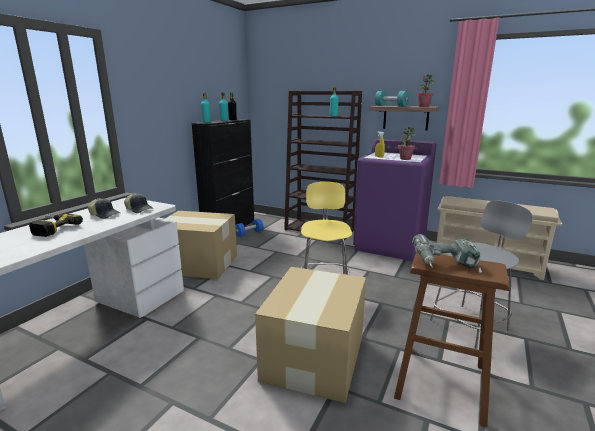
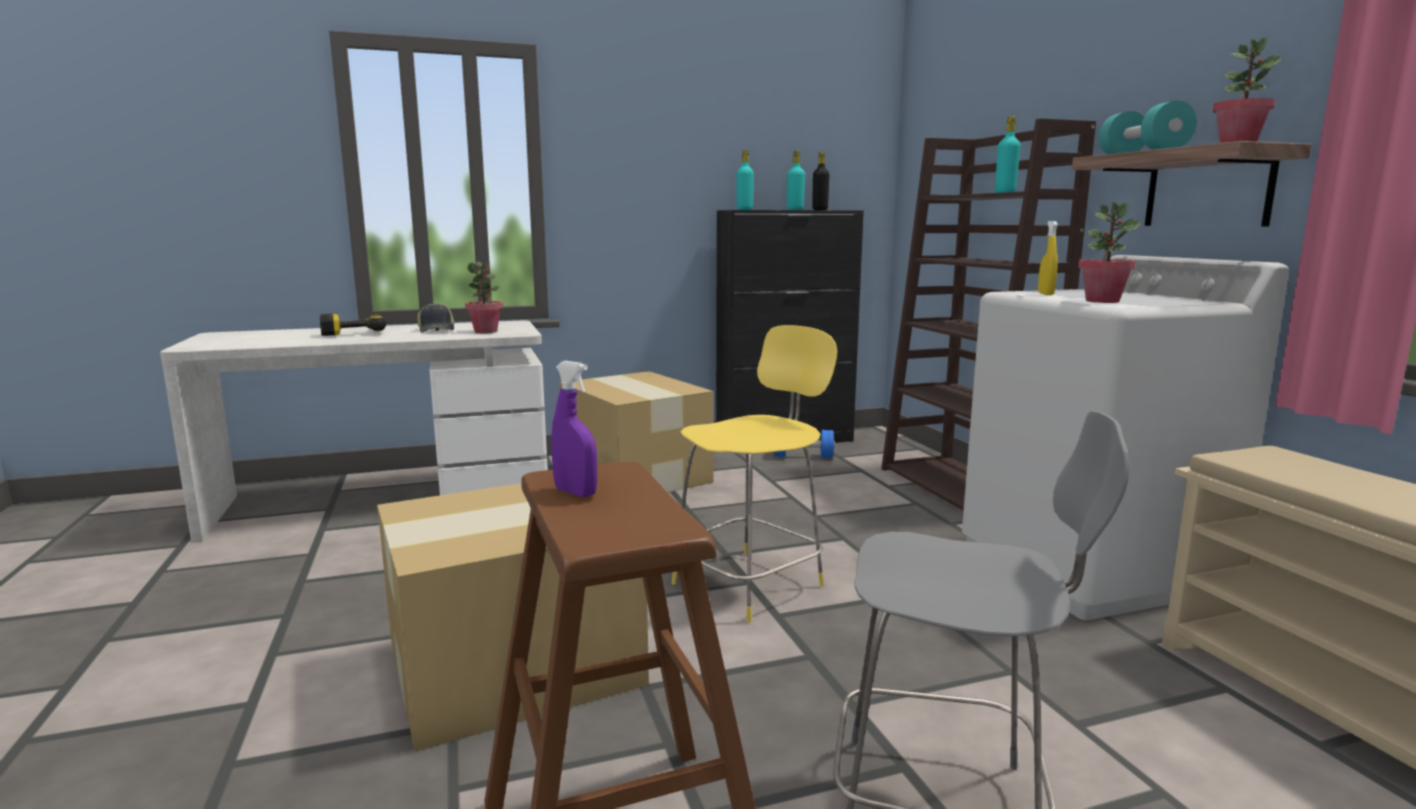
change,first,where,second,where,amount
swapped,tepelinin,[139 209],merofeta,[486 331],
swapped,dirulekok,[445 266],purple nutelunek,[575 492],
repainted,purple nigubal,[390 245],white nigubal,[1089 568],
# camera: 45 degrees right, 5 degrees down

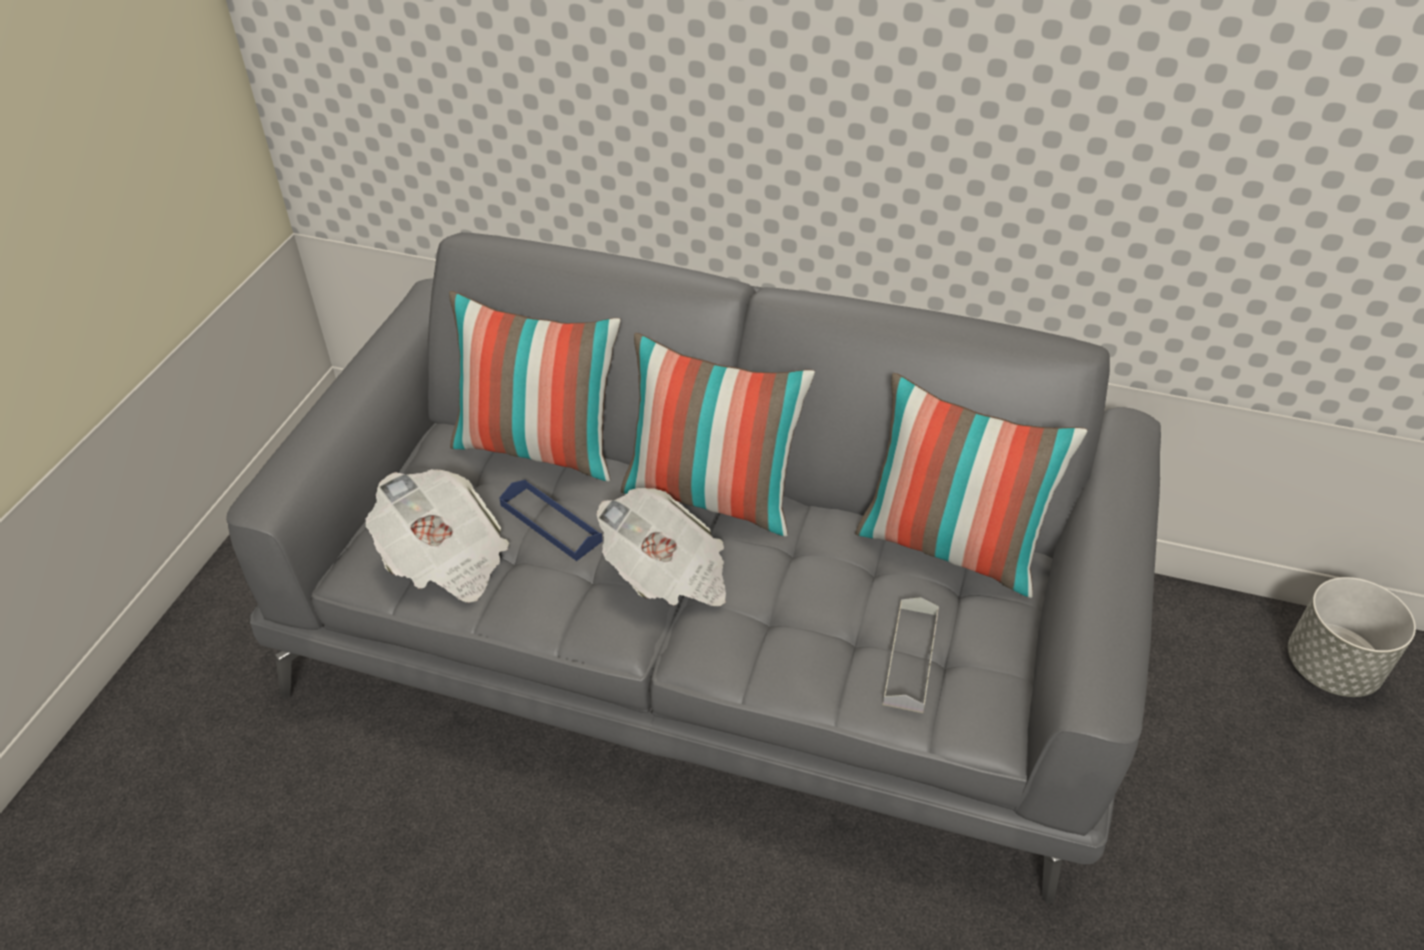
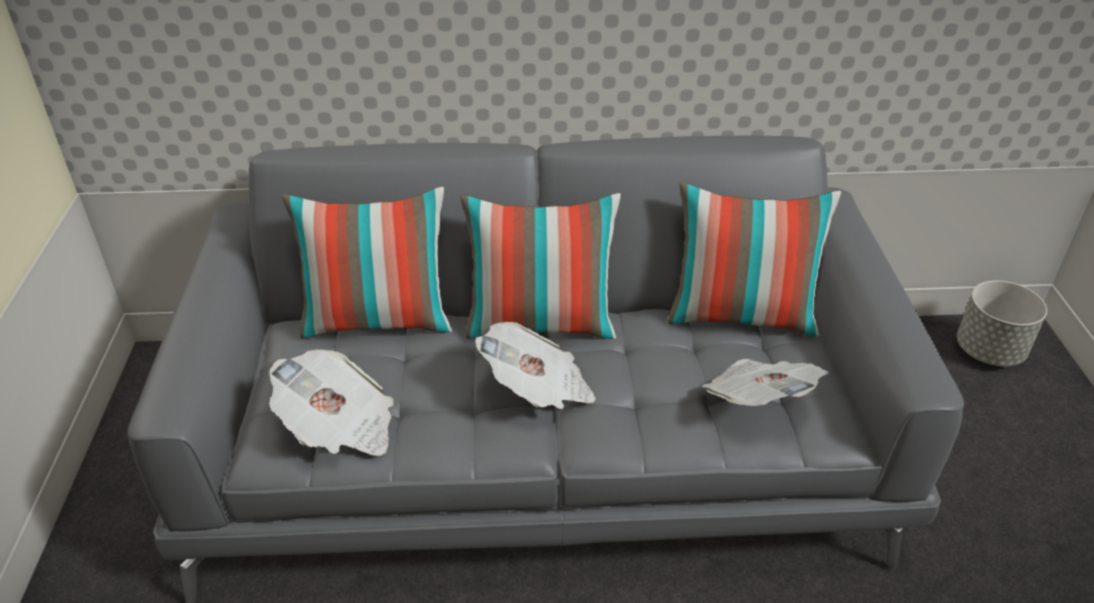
change,first,where,second,where,amount
swapped,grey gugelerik,[910 658],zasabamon,[758 401],
gone,blue gugelerik,[550 523],,,
# camera: 20 degrees left, 5 degrees down

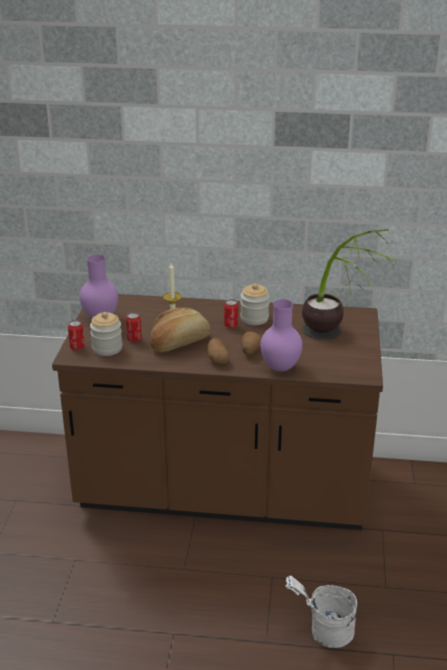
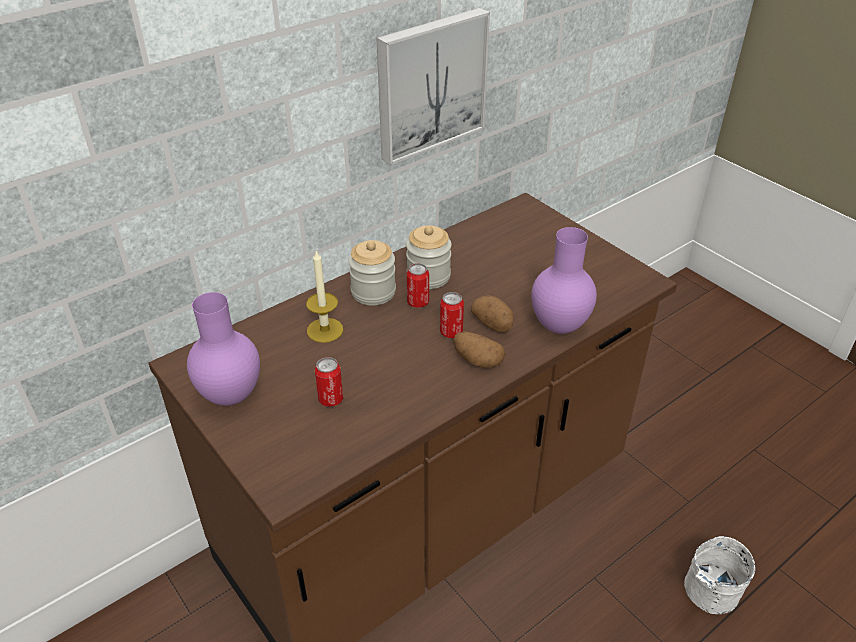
change,first,where,second,where,amount
shifted,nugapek,[107 348],,[373 292],
new,,,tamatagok,[429 84],
shifted,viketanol,[77 347],,[451 332],
gone,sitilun,[180 343],,,
gone,merofeta,[336 340],,,
# camera: 45 degrees left, 10 degrees up

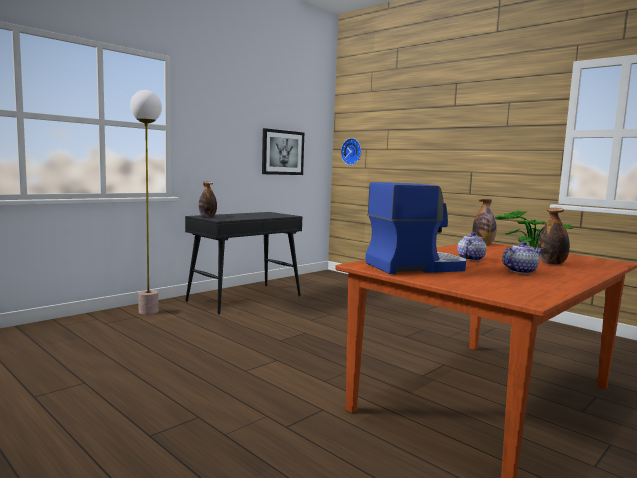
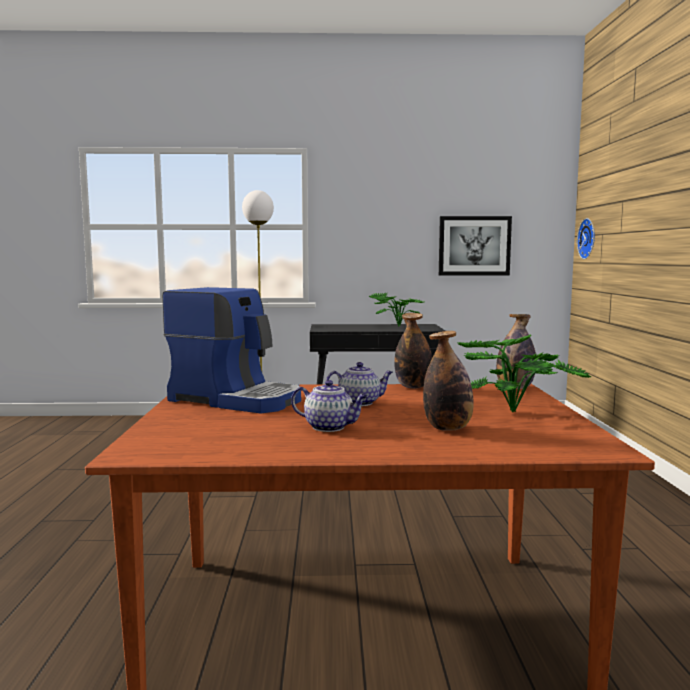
change,first,where,second,where,amount
new,,,merofeta,[395 326],
shifted,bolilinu,[207 216],,[413 387],
# camera: 45 degrees right, 0 degrees up

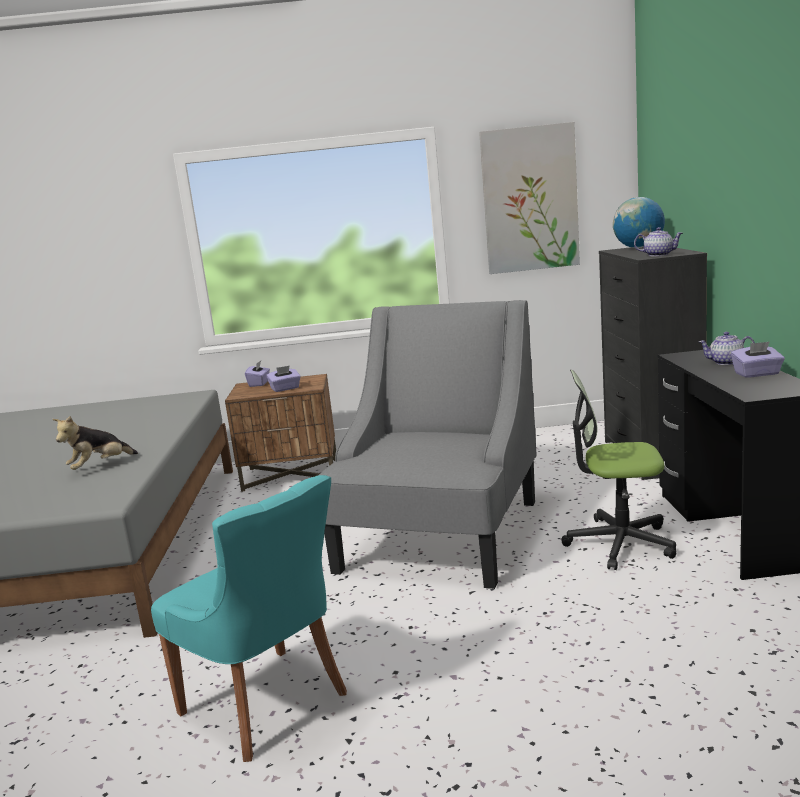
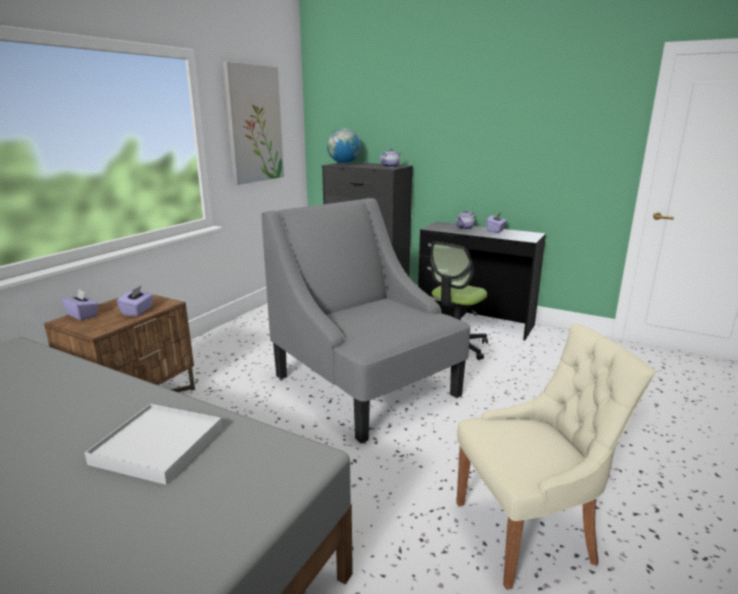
change,first,where,second,where,amount
swapped,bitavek,[99 467],white gugelerik,[158 446],
repainted,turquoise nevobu,[268 705],beige nevobu,[529 531],
# camera: 60 degrees left, 5 degrees up

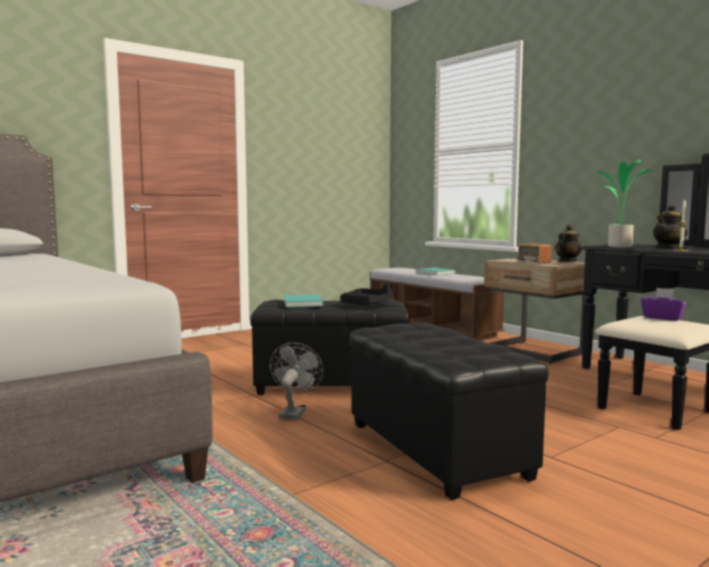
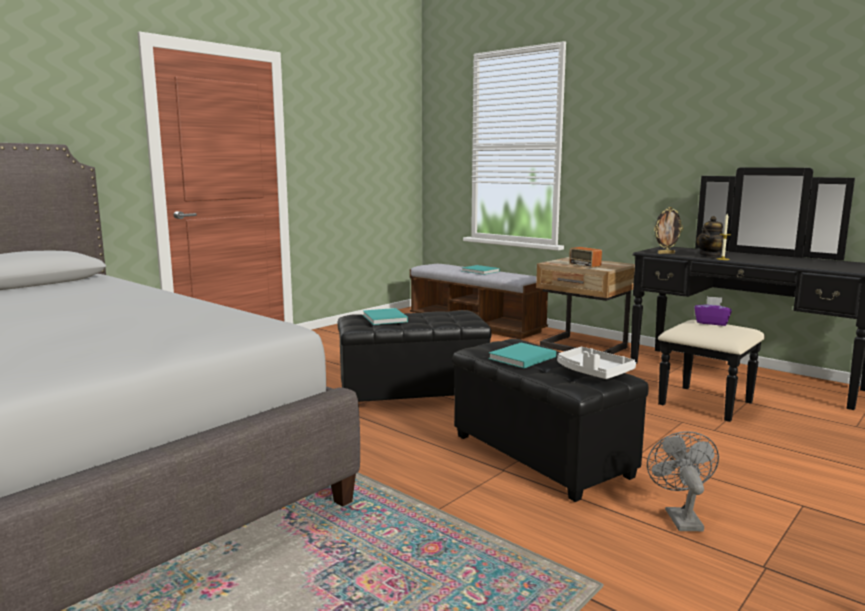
change,first,where,second,where,amount
new,,,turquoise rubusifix,[521 358],
new,,,white gugelerik,[593 372],
shifted,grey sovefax,[294 412],,[680 517],
swapped,merofeta,[619 246],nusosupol,[666 253],
gone,black gugelerik,[368 304],,,
gone,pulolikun,[567 261],,,
# camera: 10 degrees left, 5 degrees up

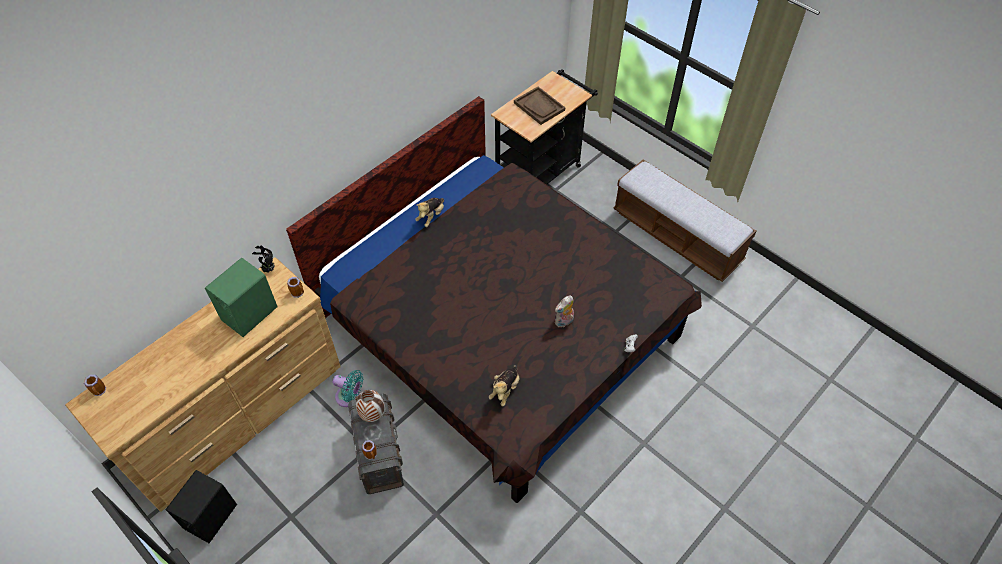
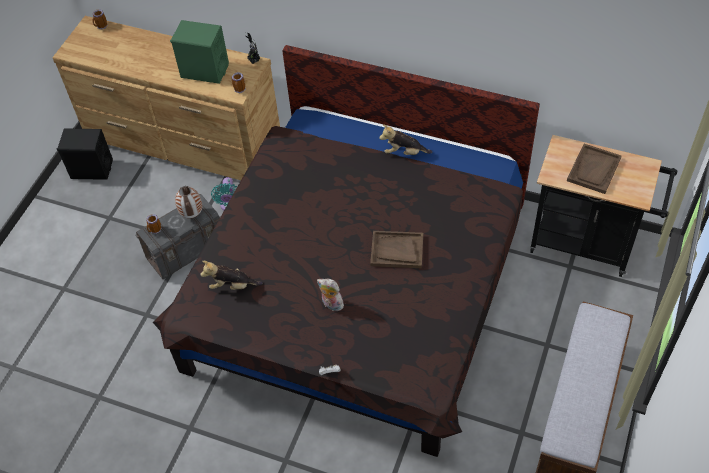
change,first,where,second,where,amount
new,,,brown gugelerik,[396 250],
# camera: 70 degrees right, 0 degrees up

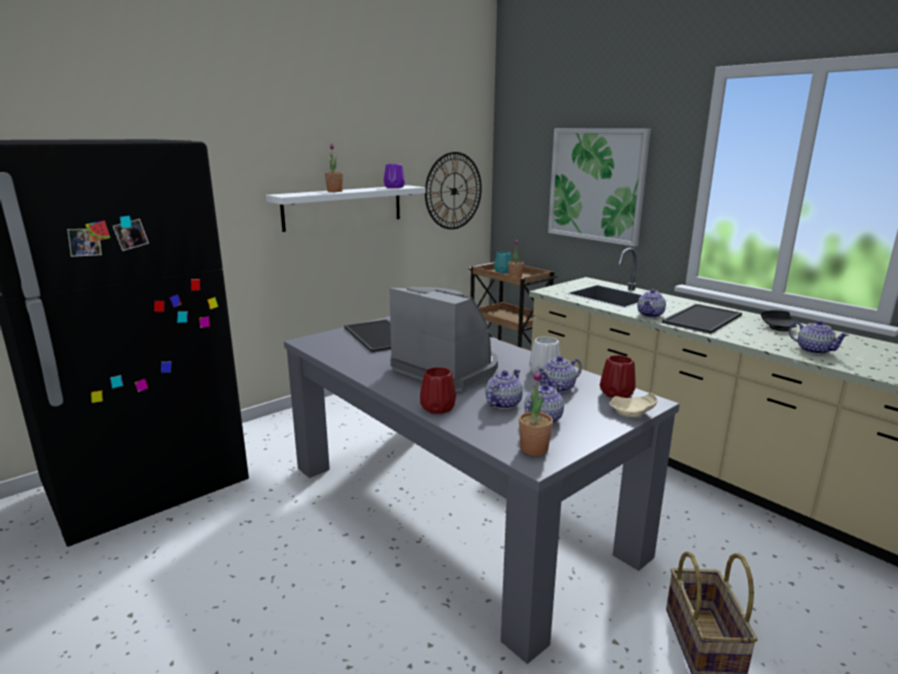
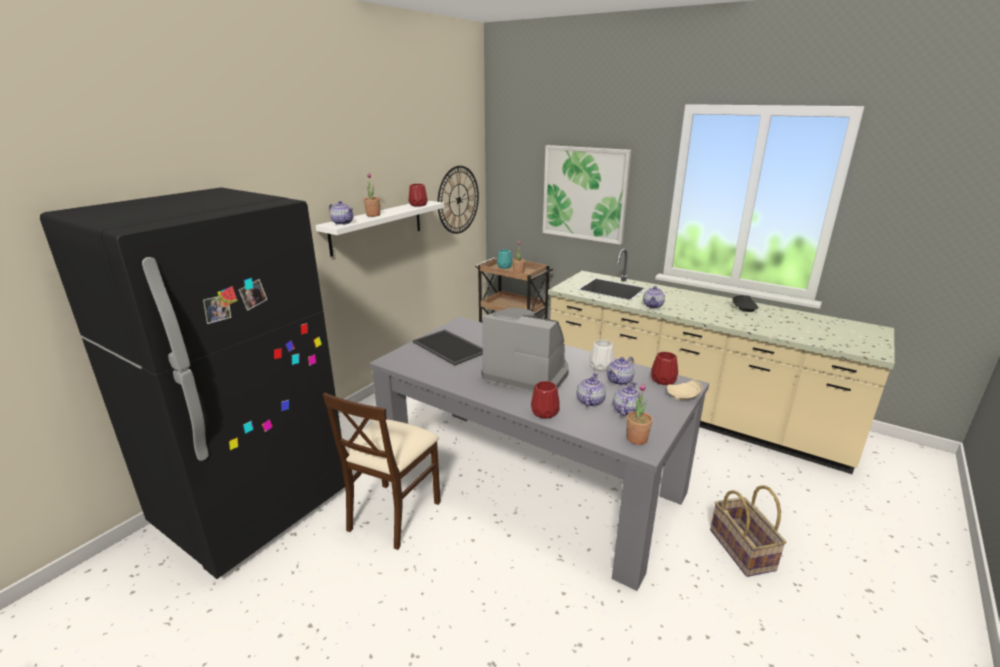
change,first,where,second,where,amount
new,,,beige nevobu,[393 514],
shifted,pulolikun,[813 350],,[342 223],
repainted,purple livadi,[394 187],red livadi,[418 205],
gone,gugelerik,[703 319],,,
# camera: 15 degrees left, 5 degrees up

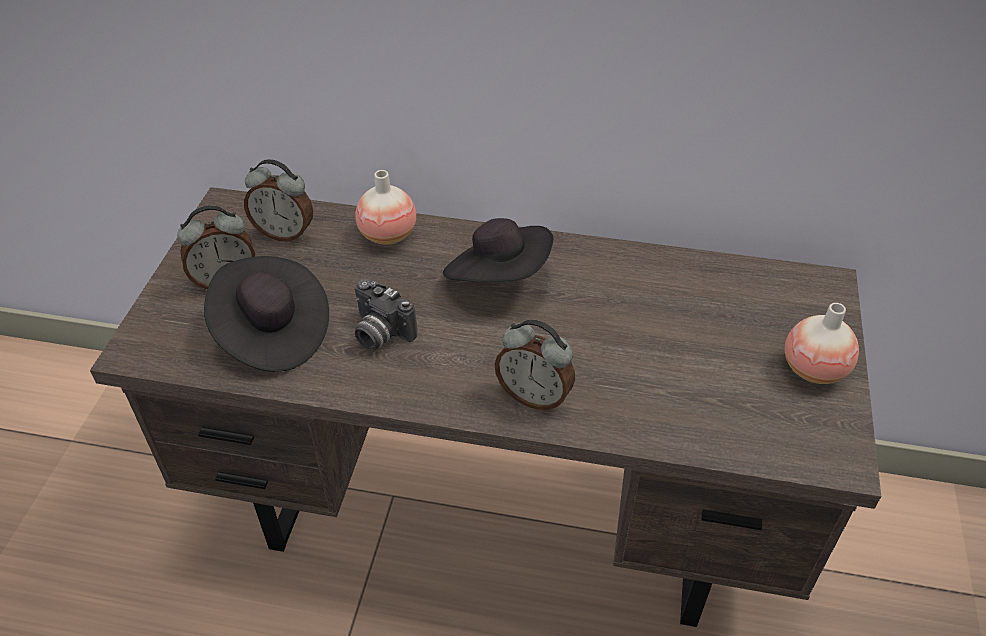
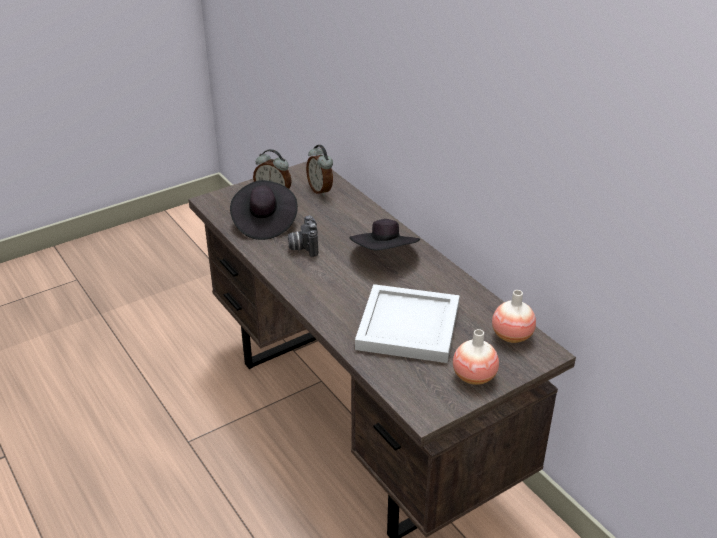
change,first,where,second,where,amount
new,,,white gugelerik,[406 327],
shifted,livadi,[388 235],,[512 336],
gone,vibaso,[534 396],,,
# camera: 45 degrees right, 10 degrees down

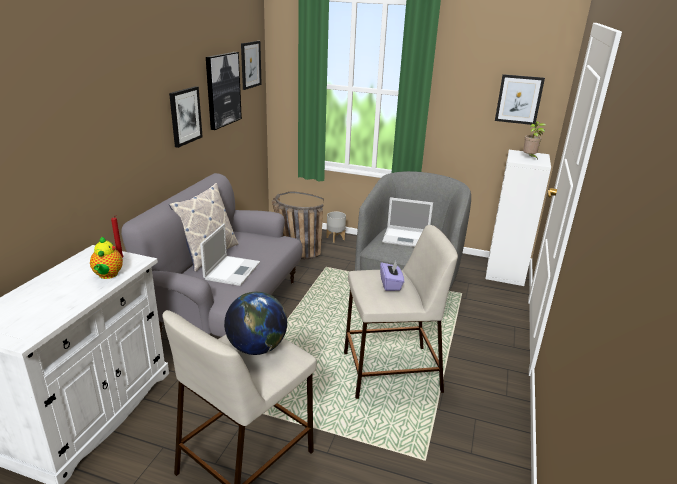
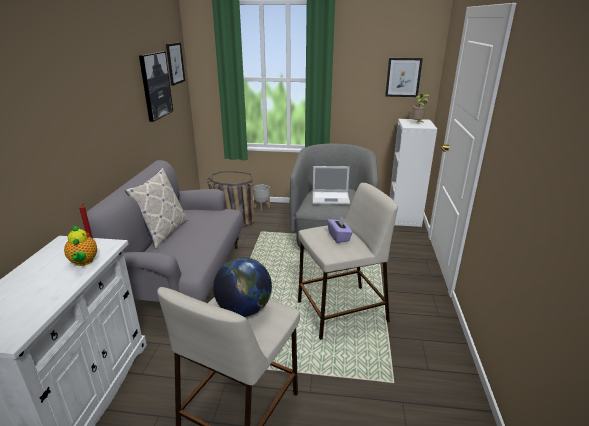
change,first,where,second,where,amount
gone,tamatagok,[185 116],,,
gone,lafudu,[232 270],,,
# camera: 10 degrees left, 0 degrees up

